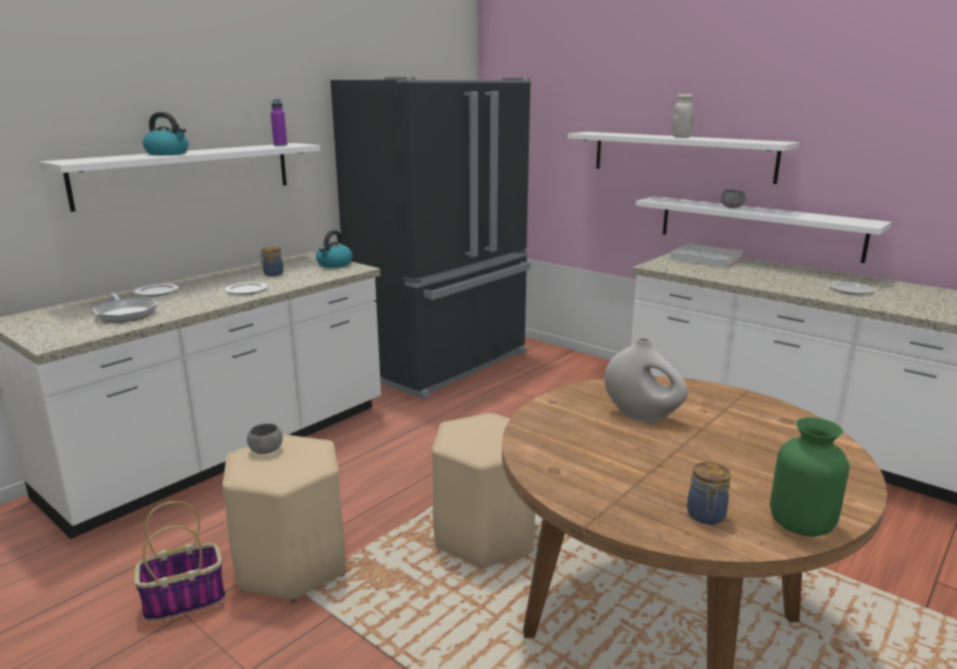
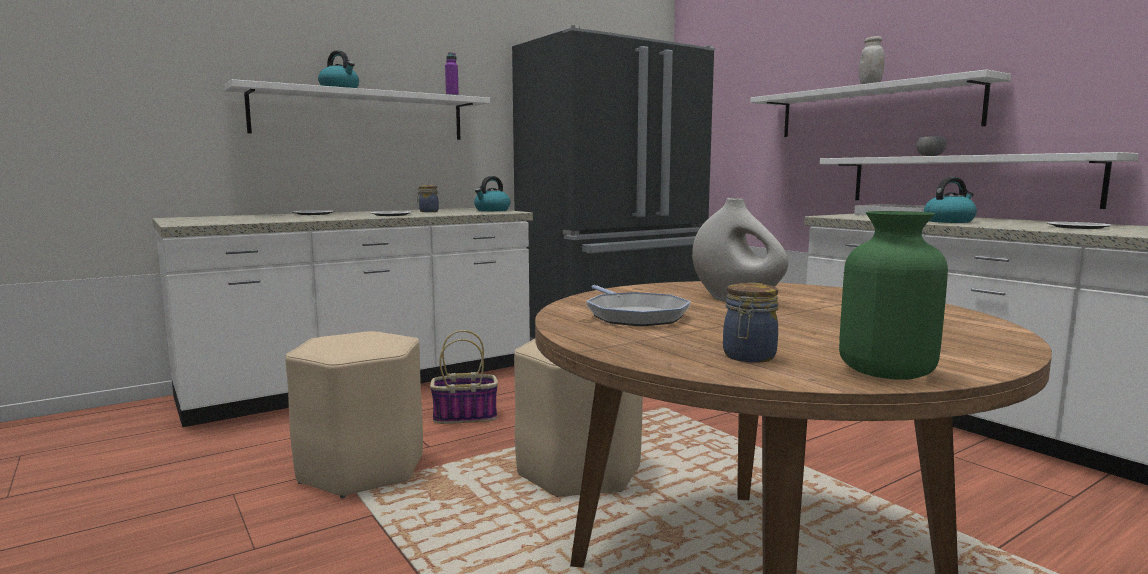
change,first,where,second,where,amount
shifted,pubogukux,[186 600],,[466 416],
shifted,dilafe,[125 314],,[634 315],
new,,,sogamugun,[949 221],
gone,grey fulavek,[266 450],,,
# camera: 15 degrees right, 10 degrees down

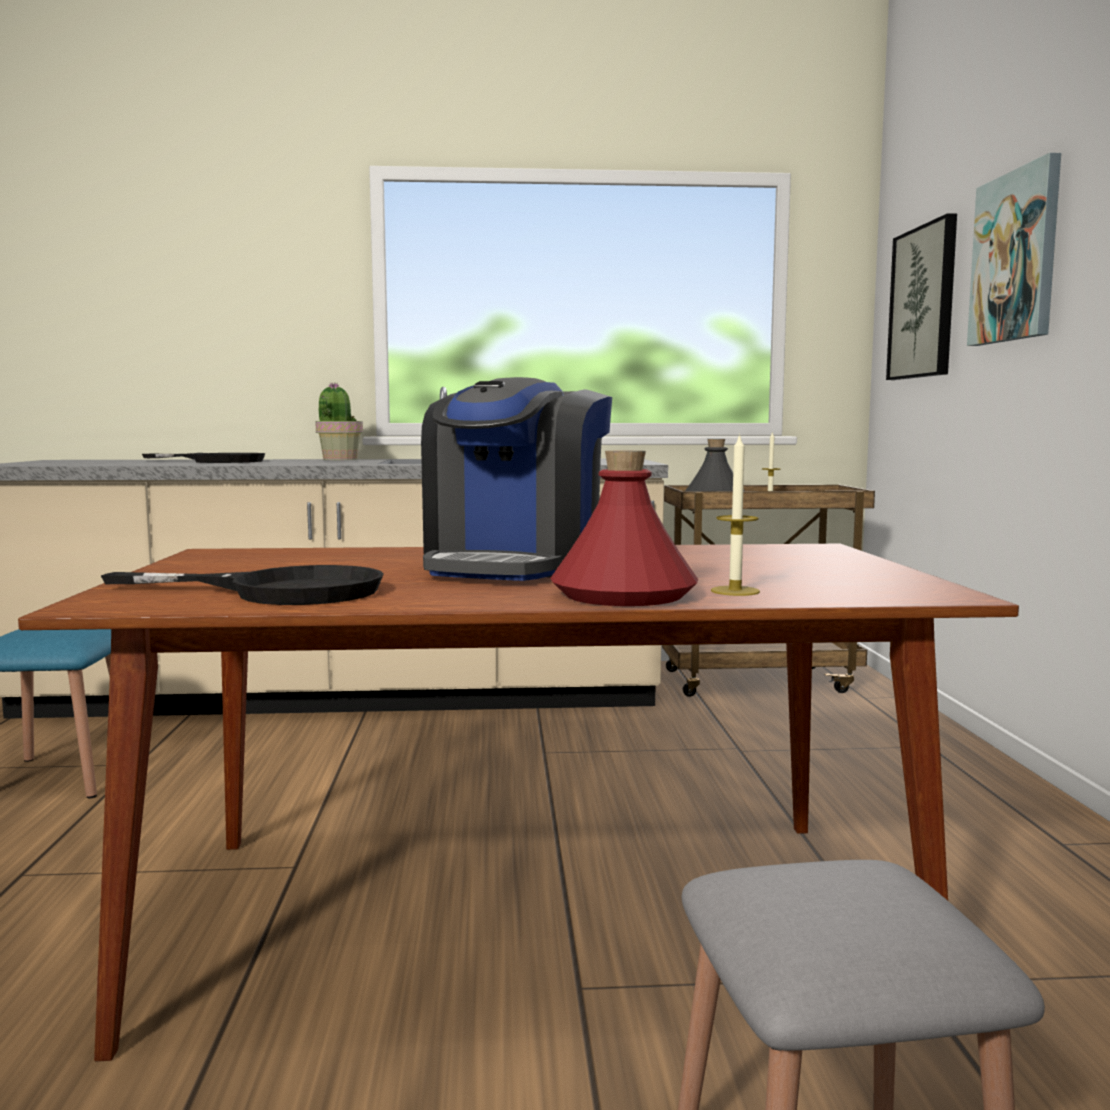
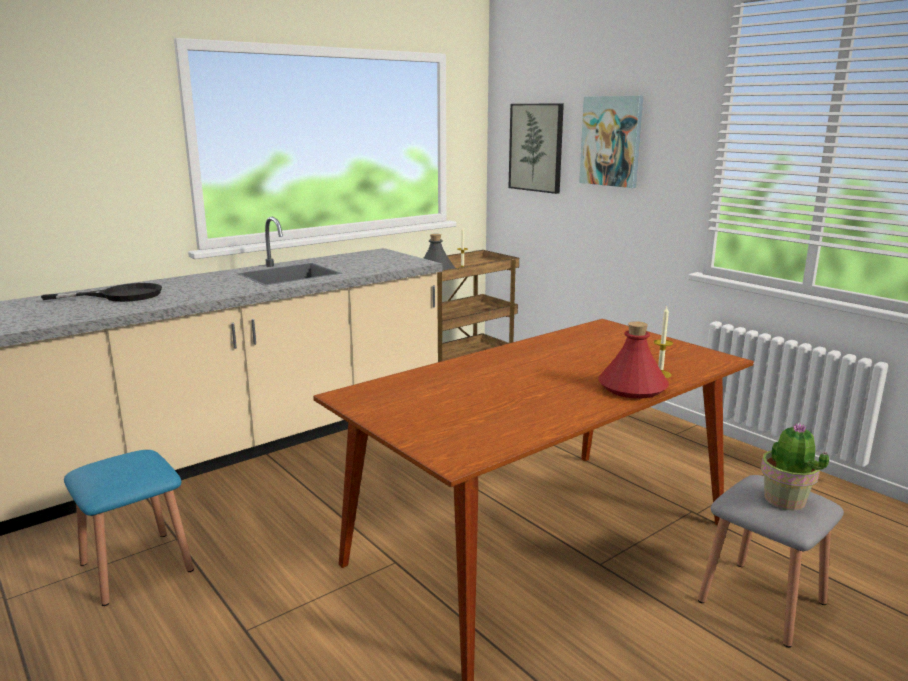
change,first,where,second,where,amount
shifted,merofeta,[339 459],,[785 501],
gone,black dilafe,[280 591],,,
gone,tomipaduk,[516 567],,,
# camera: 35 degrees left, 10 degrees up

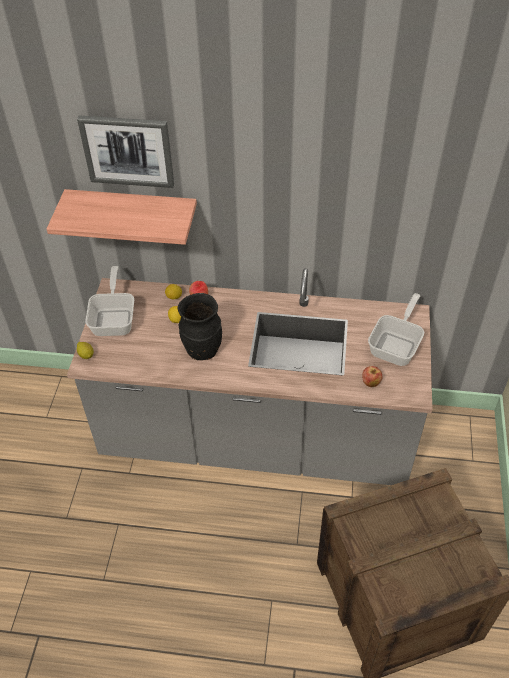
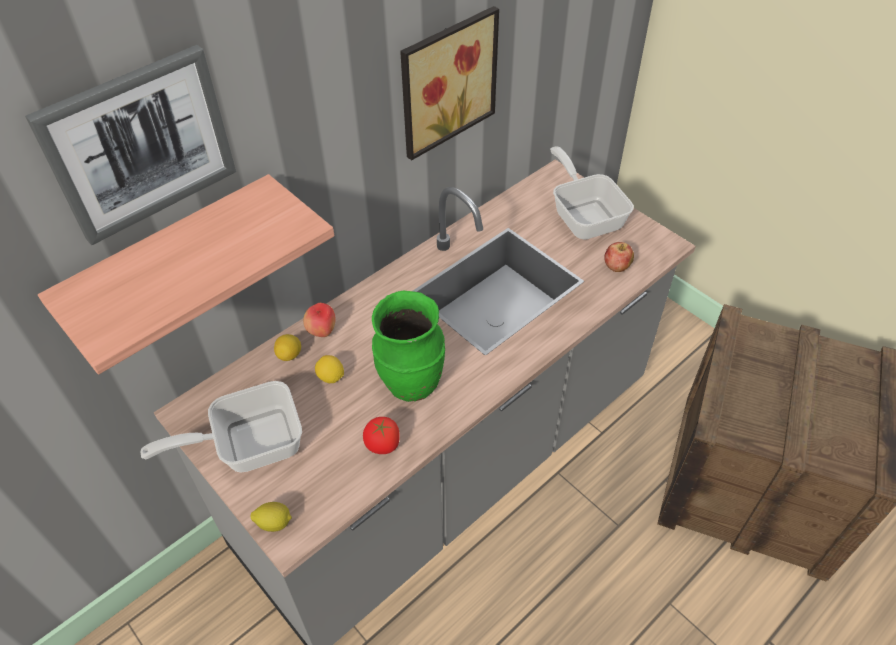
change,first,where,second,where,amount
rotated,dilafe,[115 319],,[248 444],60 degrees counterclockwise
new,,,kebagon,[382 445],
repainted,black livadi,[202 350],green livadi,[411 383],
new,,,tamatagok,[445 81],
# camera: 50 degrees left, 0 degrees up

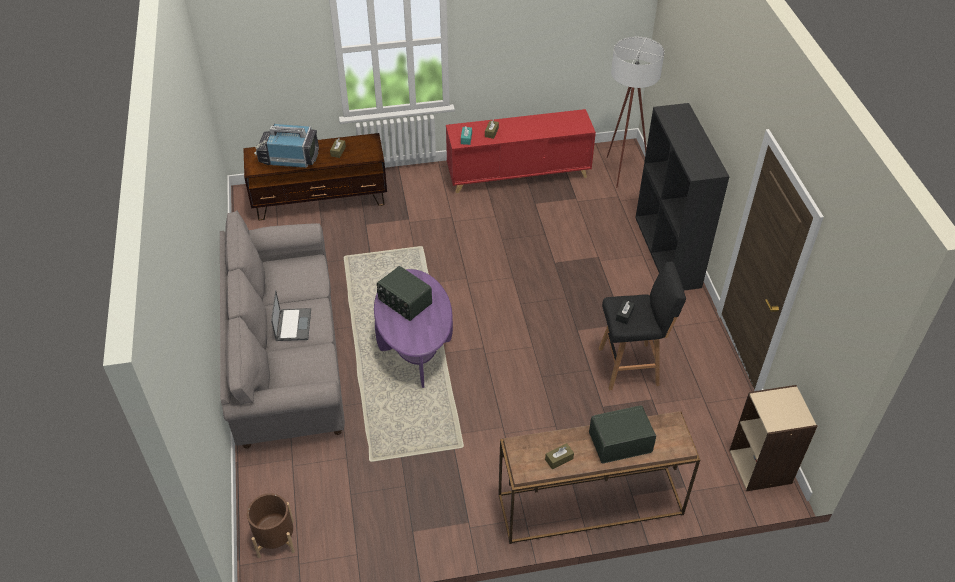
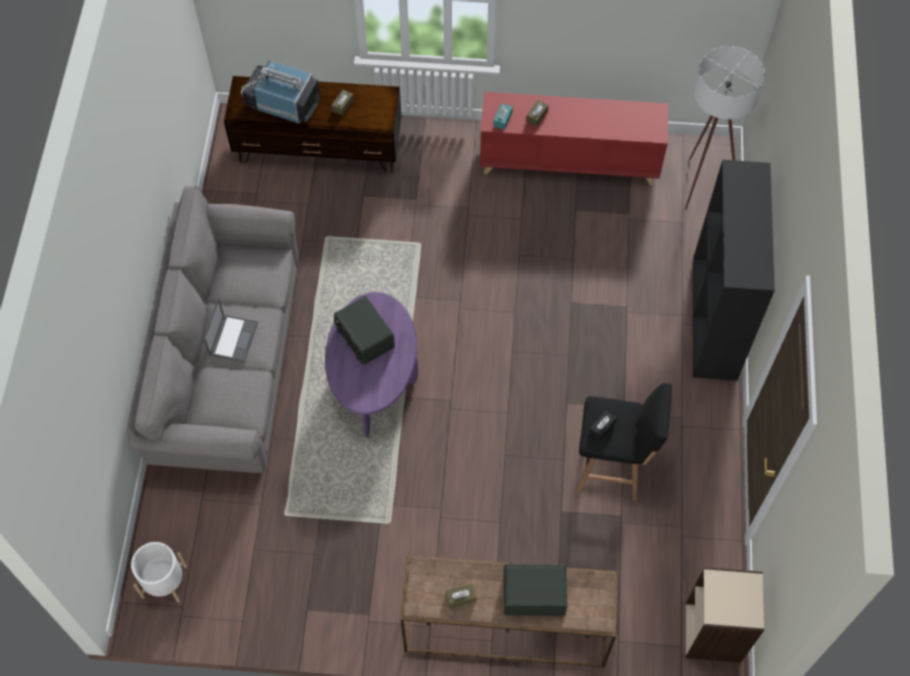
change,first,where,second,where,amount
repainted,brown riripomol,[276 539],white riripomol,[164 581],
# camera: 15 degrees right, 15 degrees up

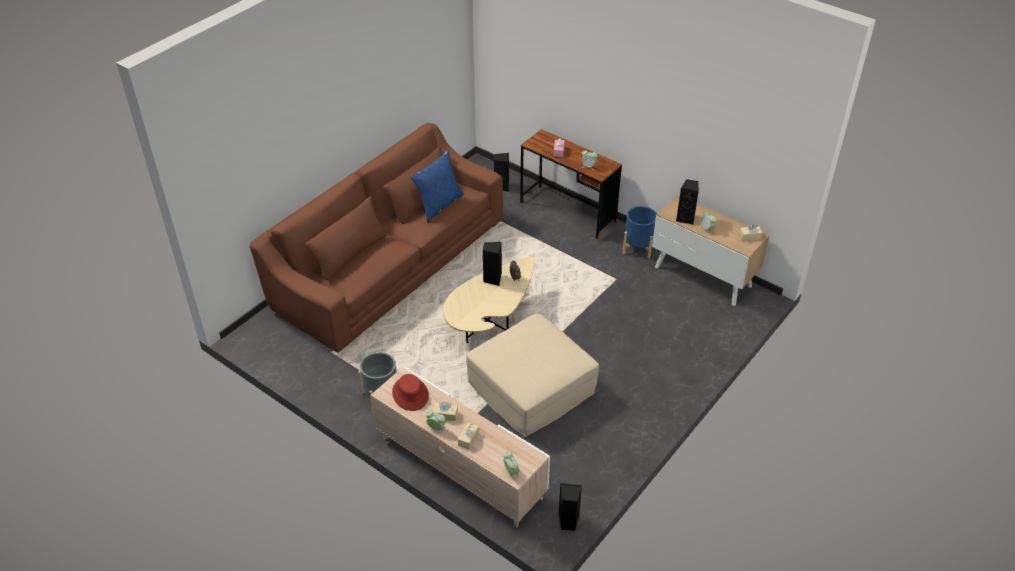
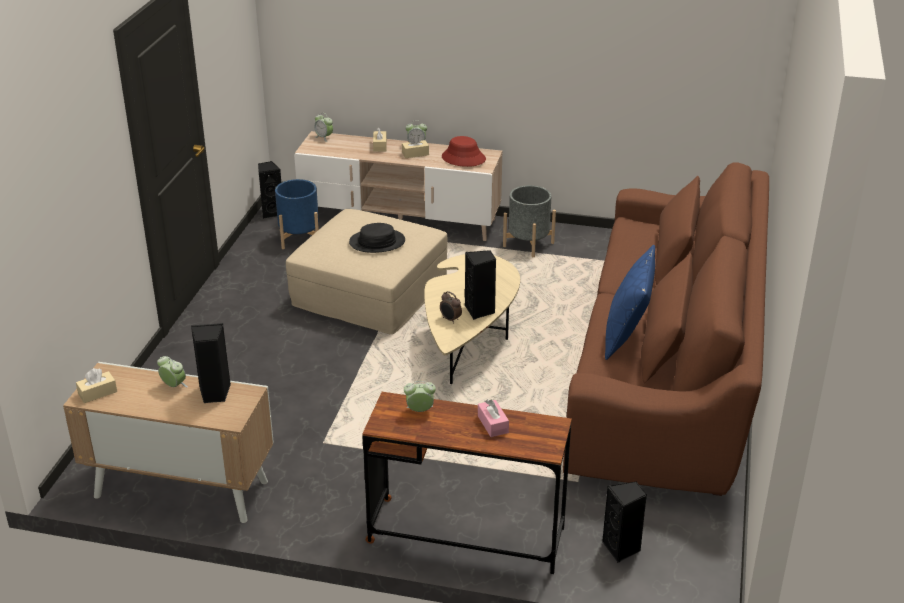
change,first,where,second,where,amount
shifted,blue riripomol,[638 247],,[299 238],
new,,,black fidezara,[377 242],
# camera: 155 degrees right, 10 degrees down

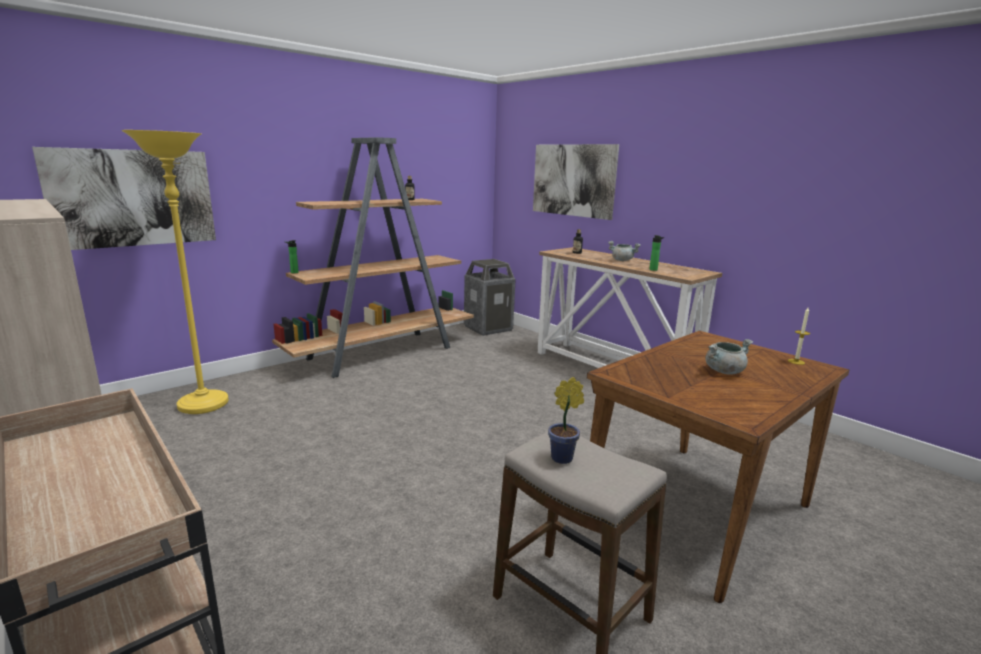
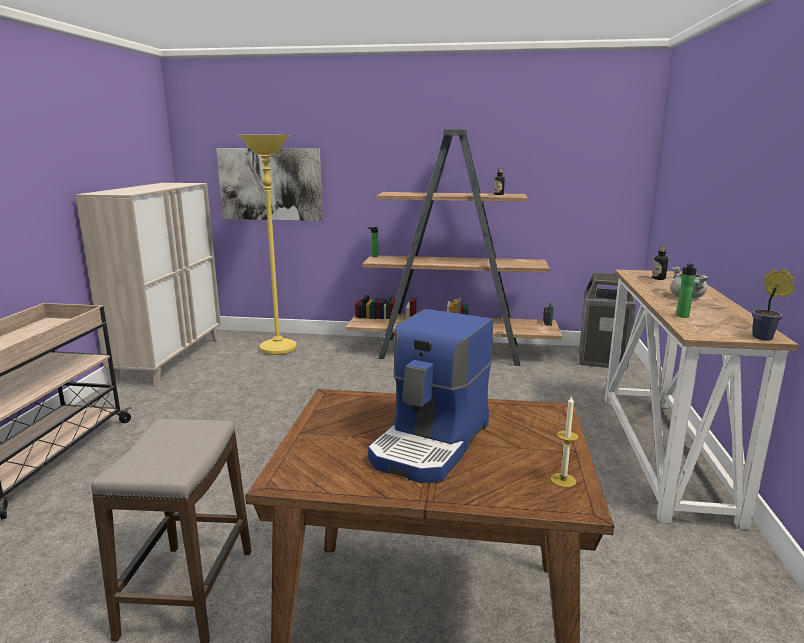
change,first,where,second,where,amount
swapped,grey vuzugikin,[724 371],tomipaduk,[432 443],
shifted,merofeta,[564 458],,[765 338],
gone,tamatagok,[573 180],,,
# camera: 50 degrees right, 0 degrees up

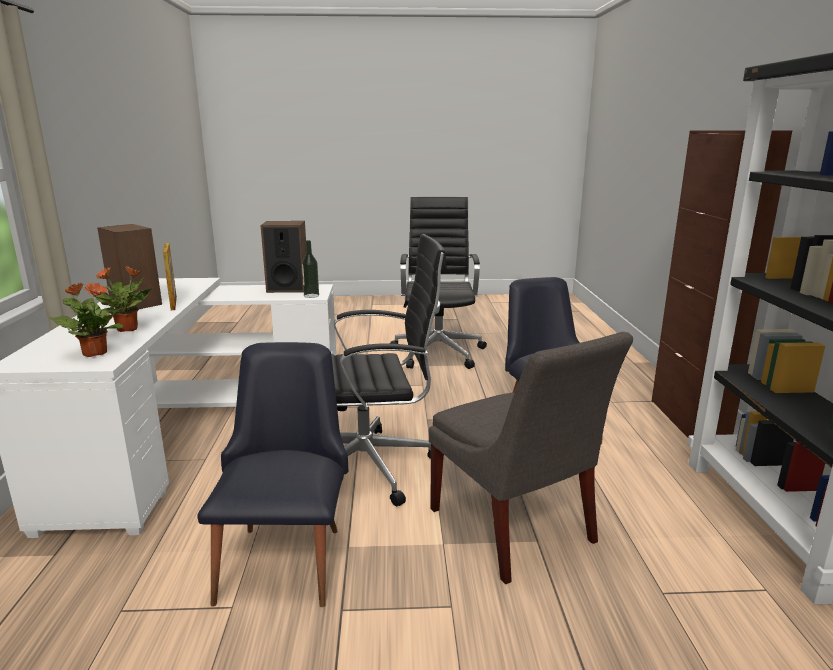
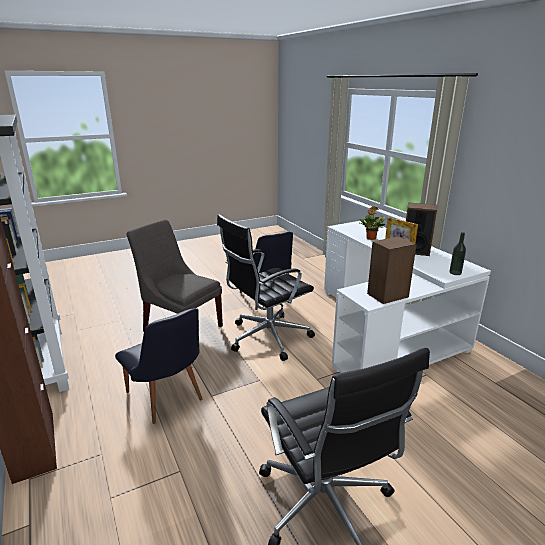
change,first,where,second,where,amount
shifted,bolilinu,[311 295],,[455 273],
gone,merofeta,[94 353],,,
# camera: 155 degrees right, 5 degrees up

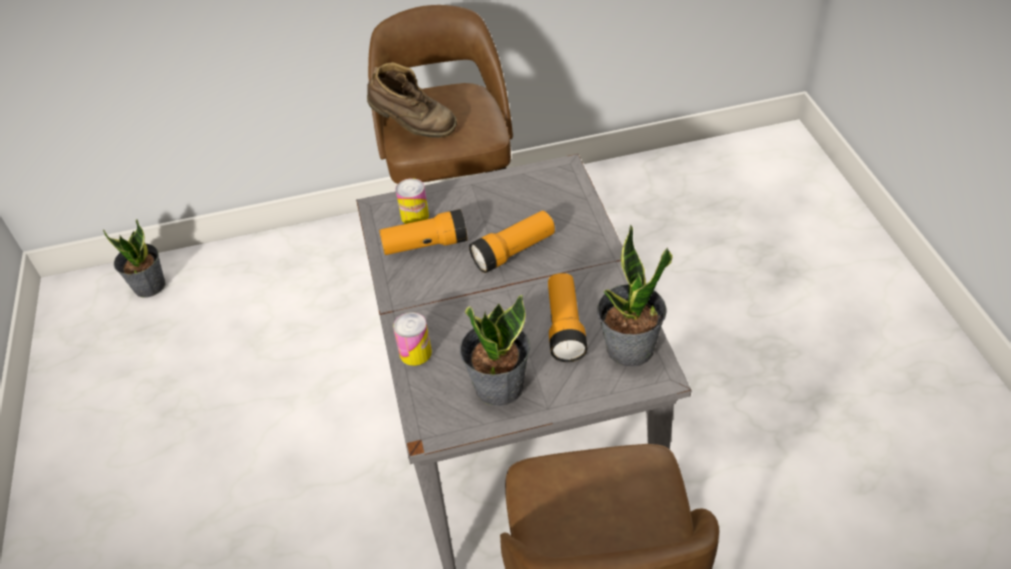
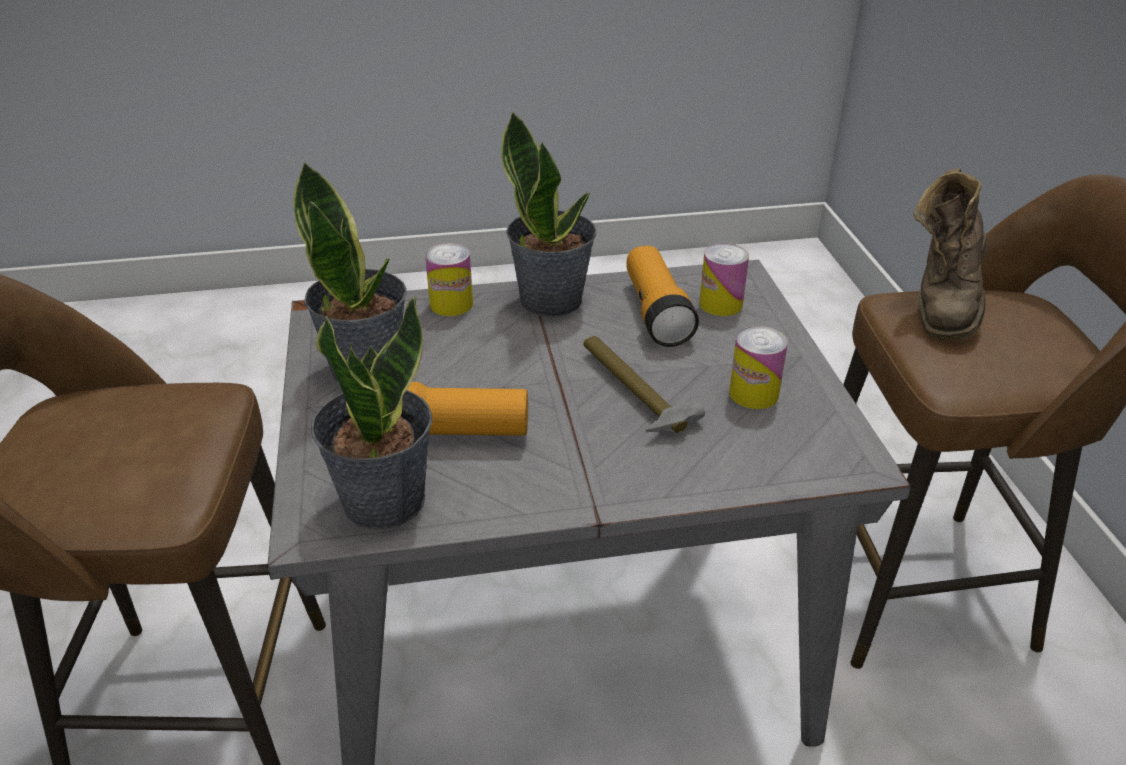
change,first,where,second,where,amount
shifted,merofeta,[149 286],,[552 299],
swapped,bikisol,[514 251],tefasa,[632 392],
new,,,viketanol,[753 394],
# camera: 90 degrees right, 10 degrees down

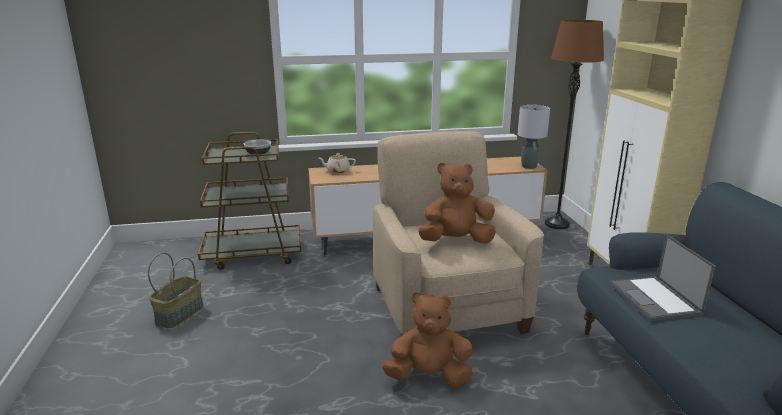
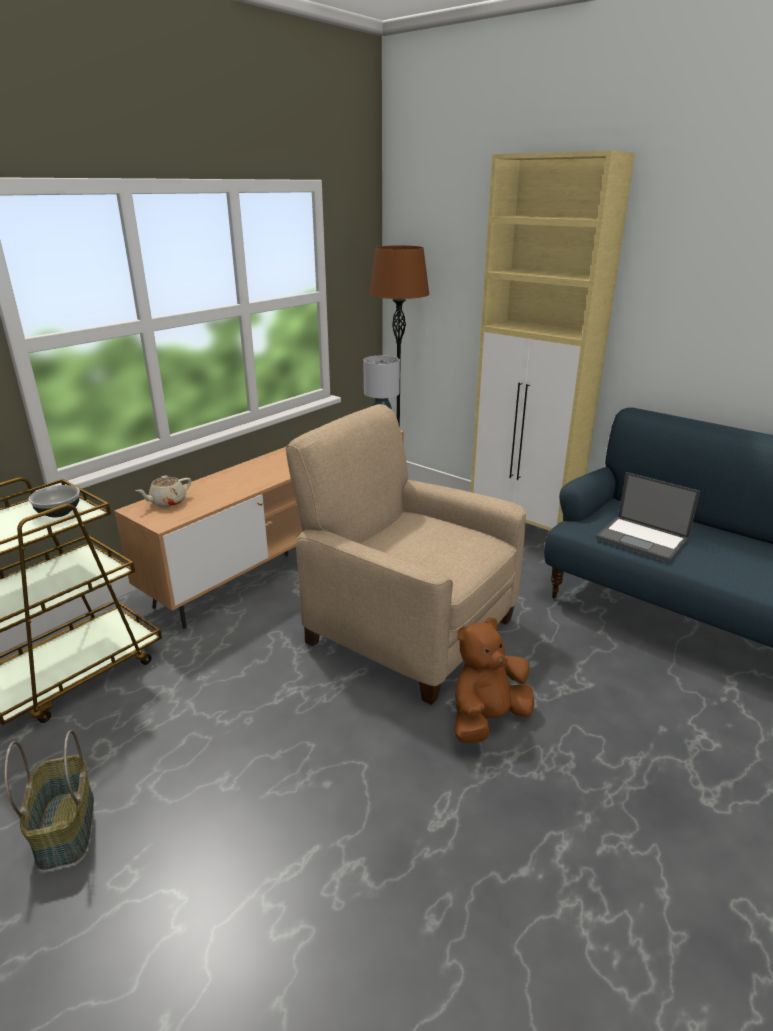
change,first,where,second,where,amount
gone,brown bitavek,[456 241],,,
# camera: 40 degrees left, 5 degrees up

